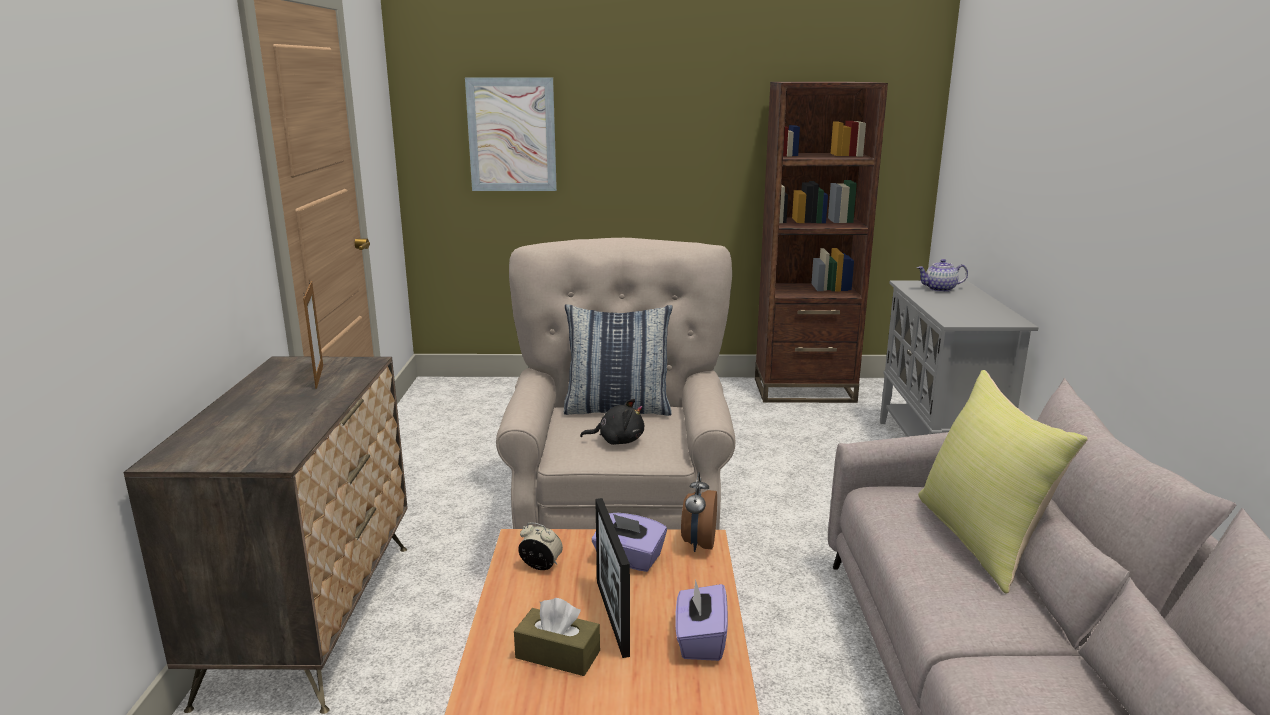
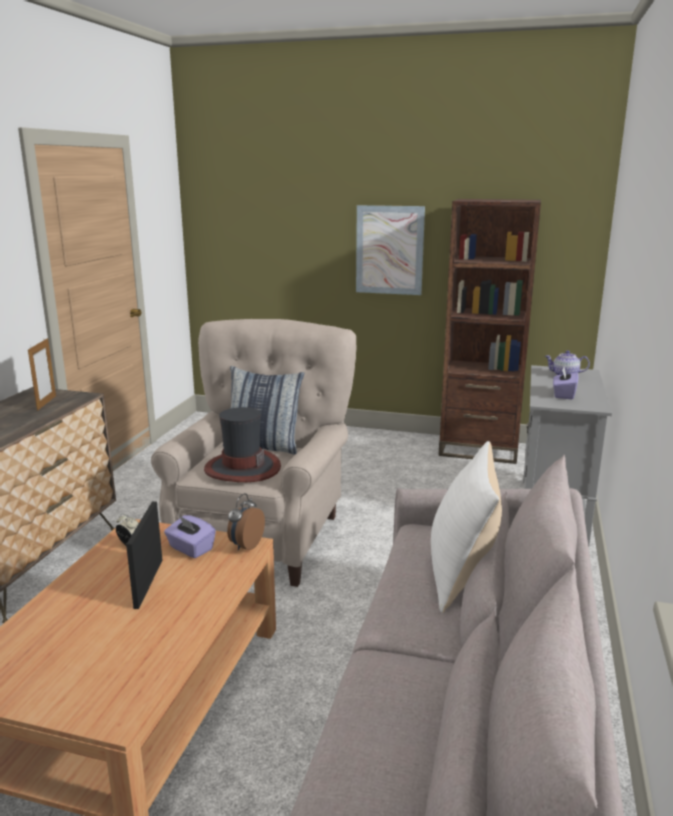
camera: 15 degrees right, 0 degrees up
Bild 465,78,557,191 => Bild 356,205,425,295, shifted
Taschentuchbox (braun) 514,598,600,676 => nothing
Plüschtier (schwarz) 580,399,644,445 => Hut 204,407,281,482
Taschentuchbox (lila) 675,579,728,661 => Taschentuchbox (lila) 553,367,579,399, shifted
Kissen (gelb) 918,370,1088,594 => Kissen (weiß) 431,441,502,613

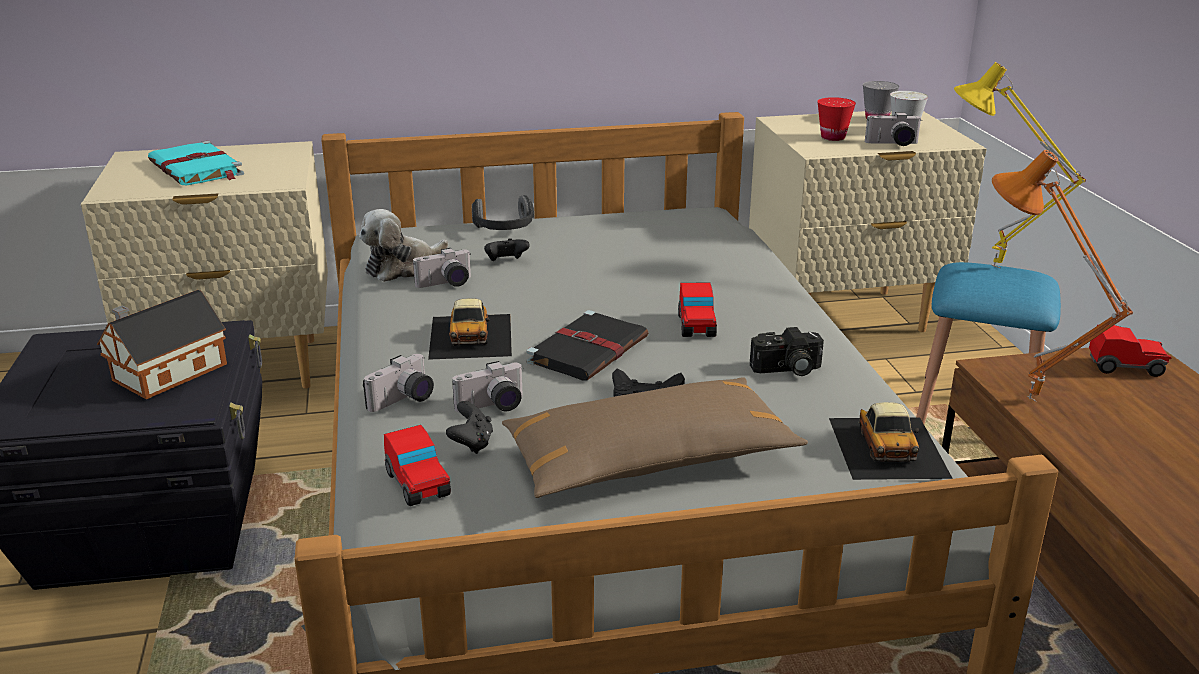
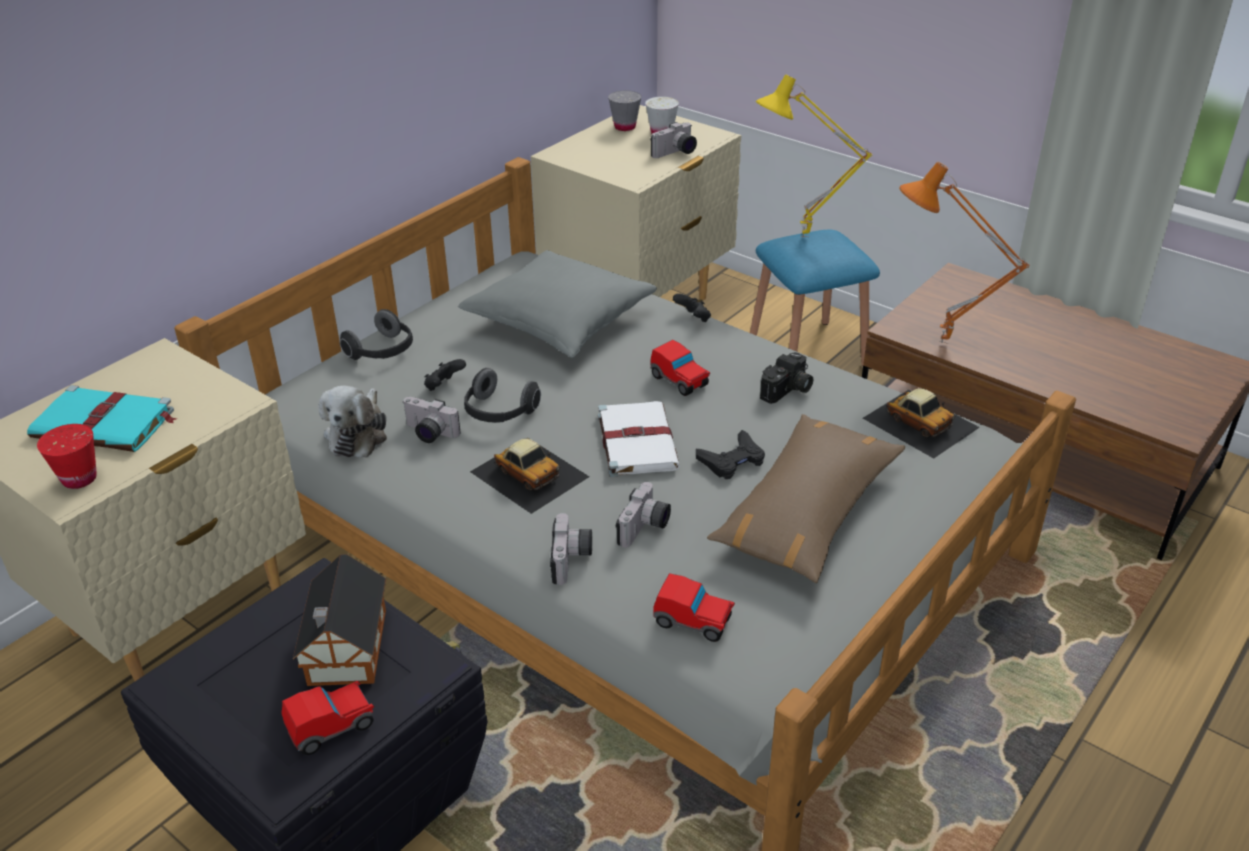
camera: 40 degrees left, 10 degrees up
Kamera 413,248,471,288 => Kamera 402,397,461,443, 90 degrees clockwise
Gamepad (schwarz) 446,401,493,454 => Gamepad (schwarz) 673,293,711,322, shifted
Buch (schwarz) 526,310,648,380 => Buch (weiß) 598,401,680,477
Tasse (rot) 817,97,856,141 => Tasse (rot) 37,424,97,489, shifted
Spielzeugauto 1089,325,1172,377 => Spielzeugauto 281,681,374,755, shifted
nothing => Kissen (grau) 458,250,657,358
nothing => Kopfhörer 464,368,541,423

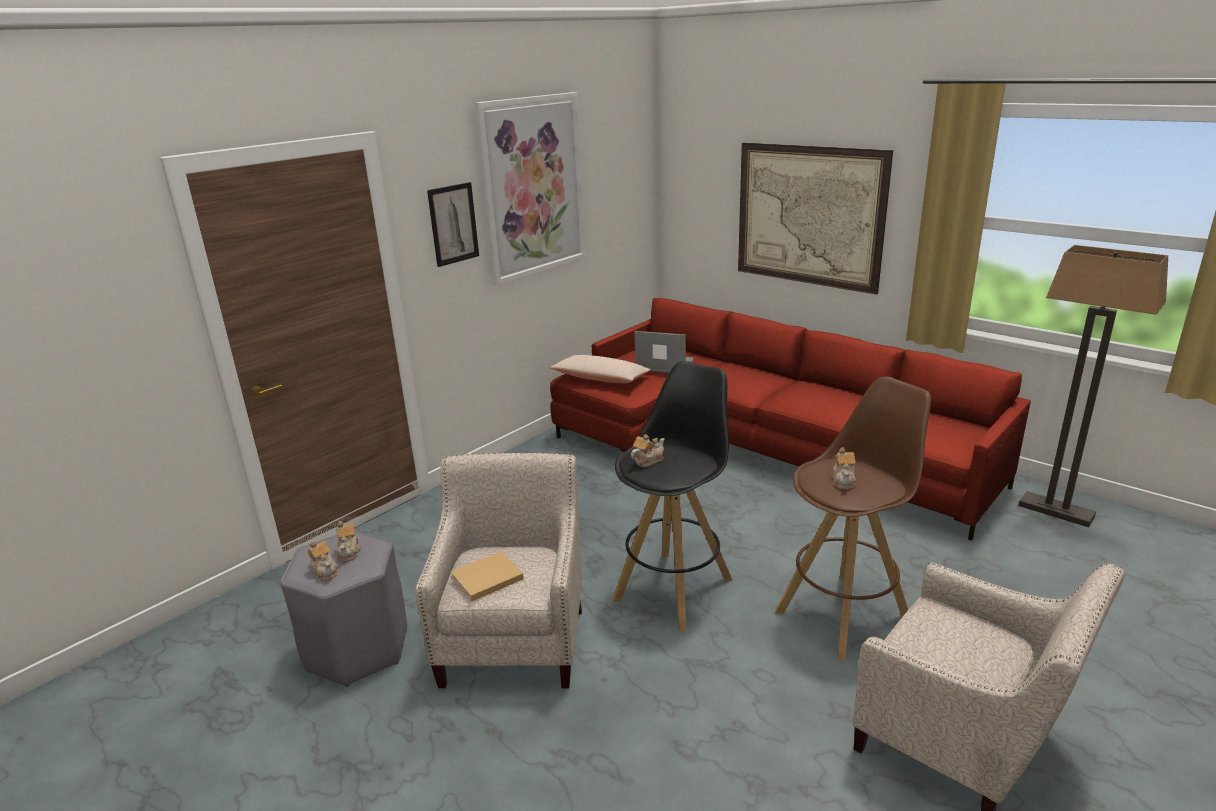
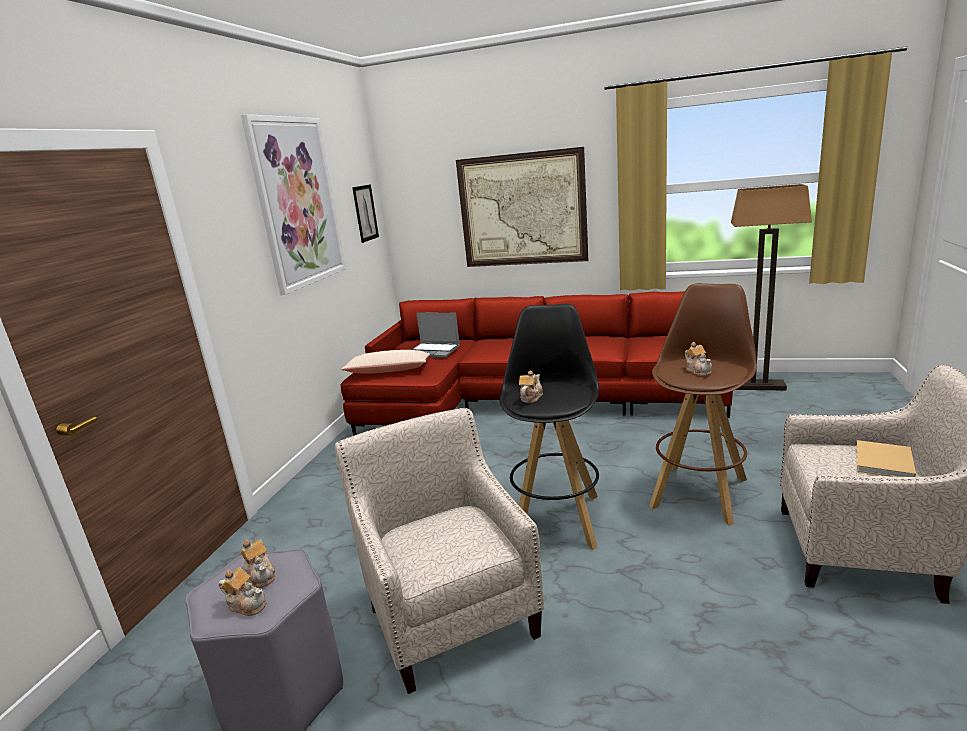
camera: 25 degrees left, 5 degrees down
Bild 427,182,479,267 => Bild 352,184,379,243, shifted
Buch (beige) 450,552,524,601 => Buch (beige) 856,440,916,477, shifted
Laptop 634,331,694,373 => Laptop 411,312,460,358, 150 degrees counterclockwise

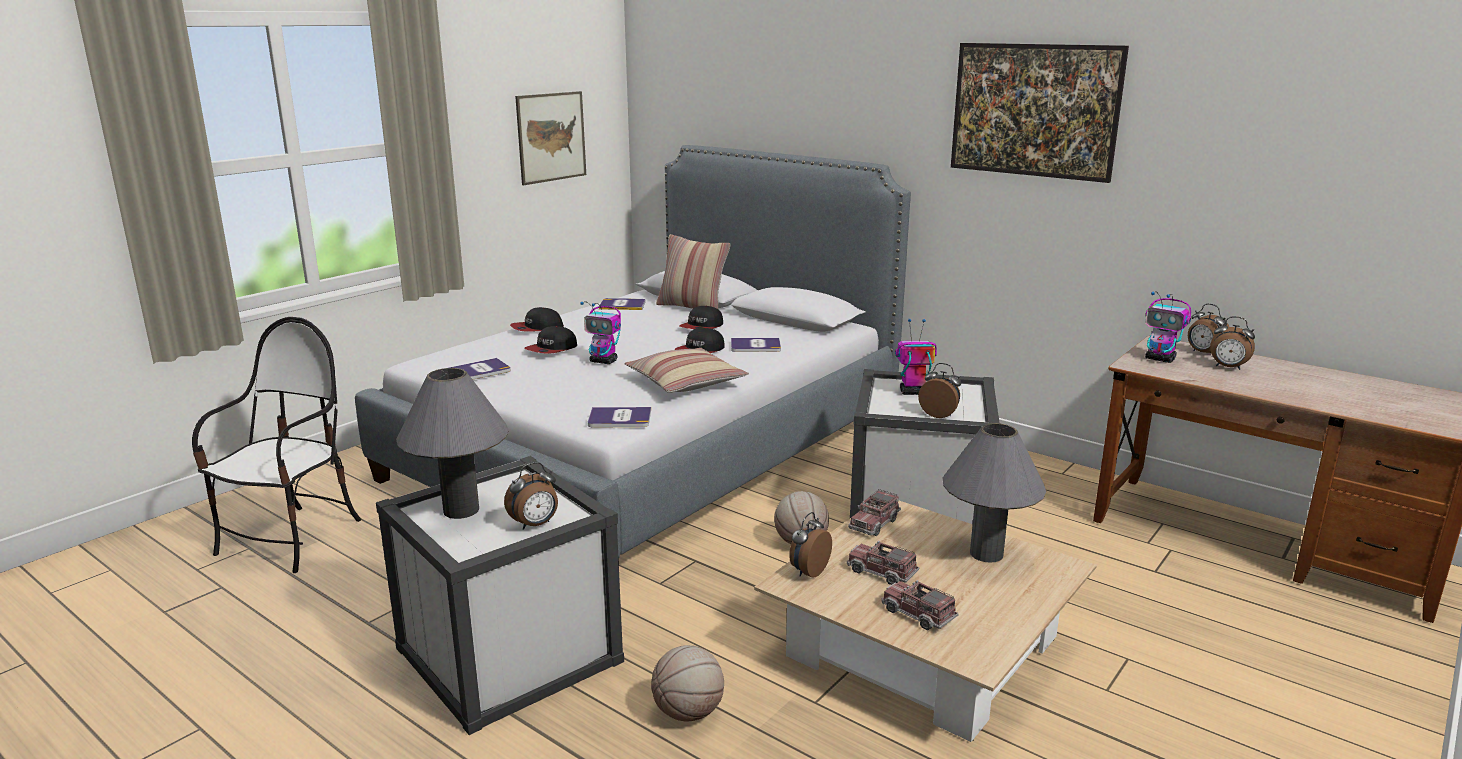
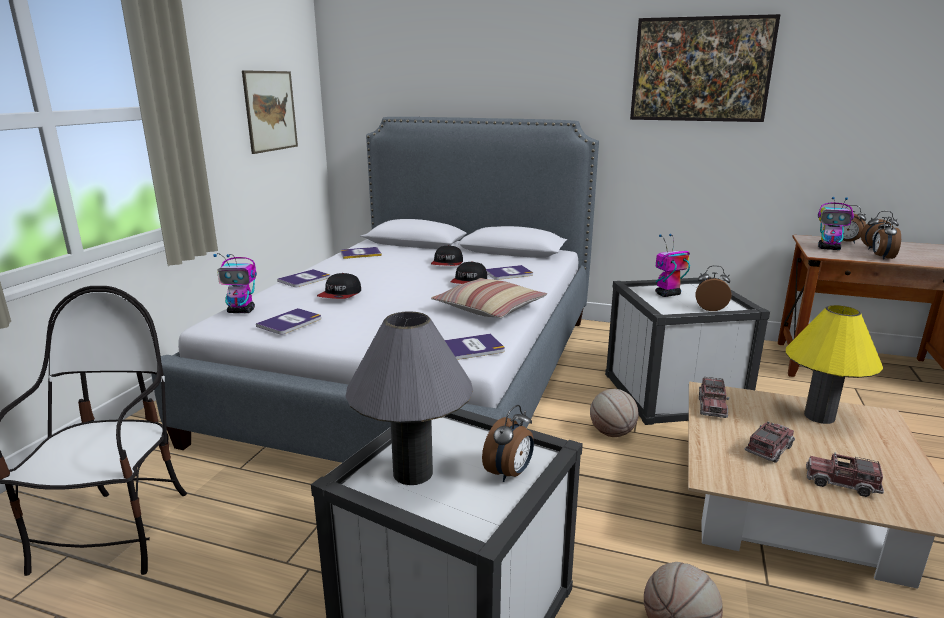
camera: 20 degrees left, 0 degrees up
Kappe 510,307,564,332 => Buch 277,269,330,287
Spielzeugroboter 580,301,621,364 => Spielzeugroboter 213,253,257,313, shifted
Kissen 656,234,731,309 => nothing
Wecker 789,512,832,578 => Wecker 873,217,901,260, shifted
Spielzeuglaster 847,541,919,585 => Spielzeuglaster 744,421,795,463, 120 degrees clockwise
Tischlampe (grau) 943,423,1046,563 => Tischlampe (gelb) 786,305,883,424

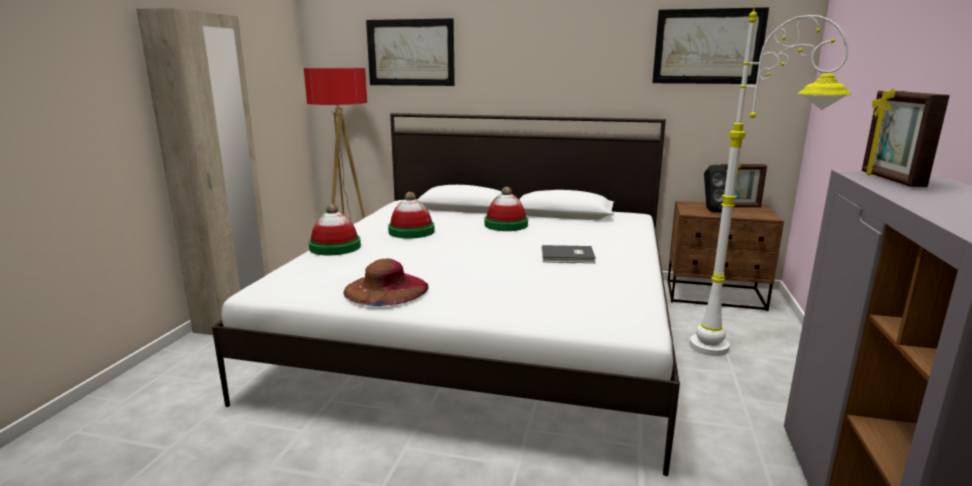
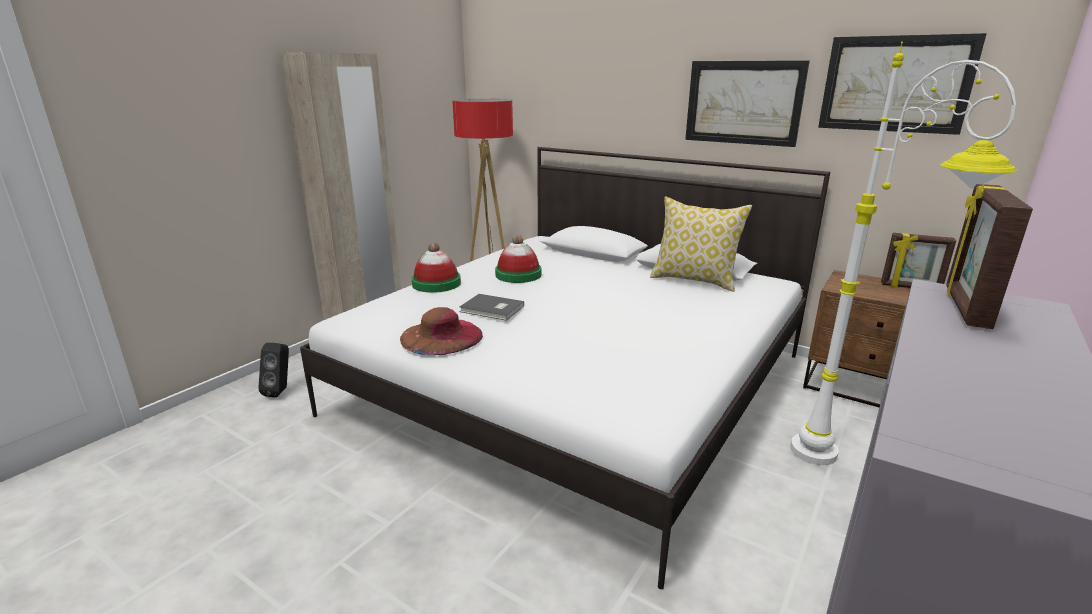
camera: 20 degrees right, 5 degrees up
Bild 366,18,455,86 => Bild 685,60,810,147, shifted
Hut 484,187,528,231 => nothing
Buch (grau) 542,245,596,263 => Buch (grau) 459,294,524,321, shifted
Lautsprecher (schwarz) 704,165,727,212 => Lautsprecher (schwarz) 258,343,289,398, shifted
nothing => Kissen 650,197,752,292

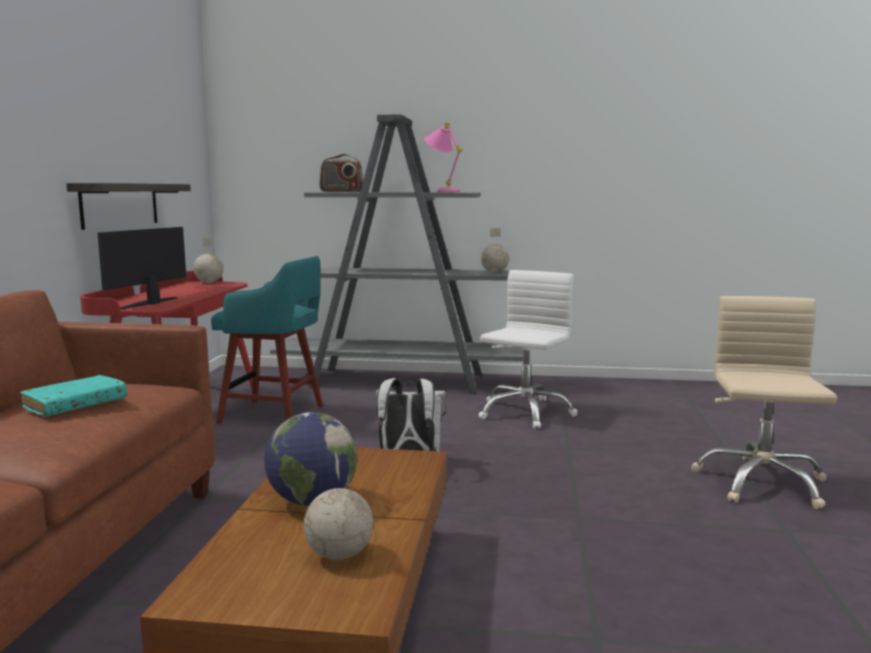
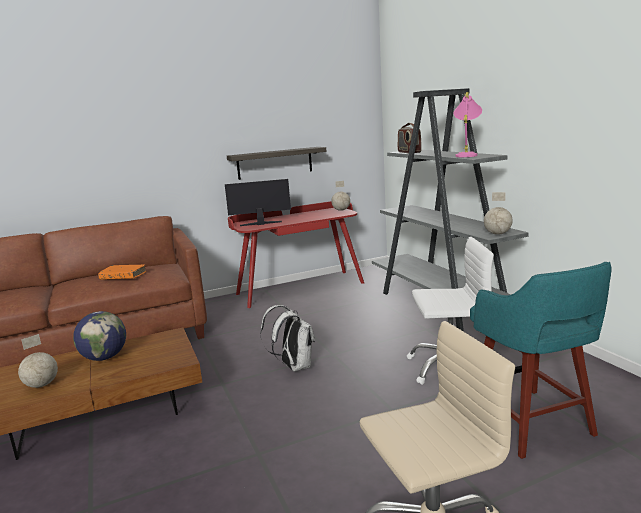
camera: 60 degrees right, 5 degrees up
Buch (türkis) 20,375,127,416 => Buch (orange) 98,264,146,280
Hocker (türkis) 211,256,323,424 => Hocker (türkis) 470,262,611,459, shifted

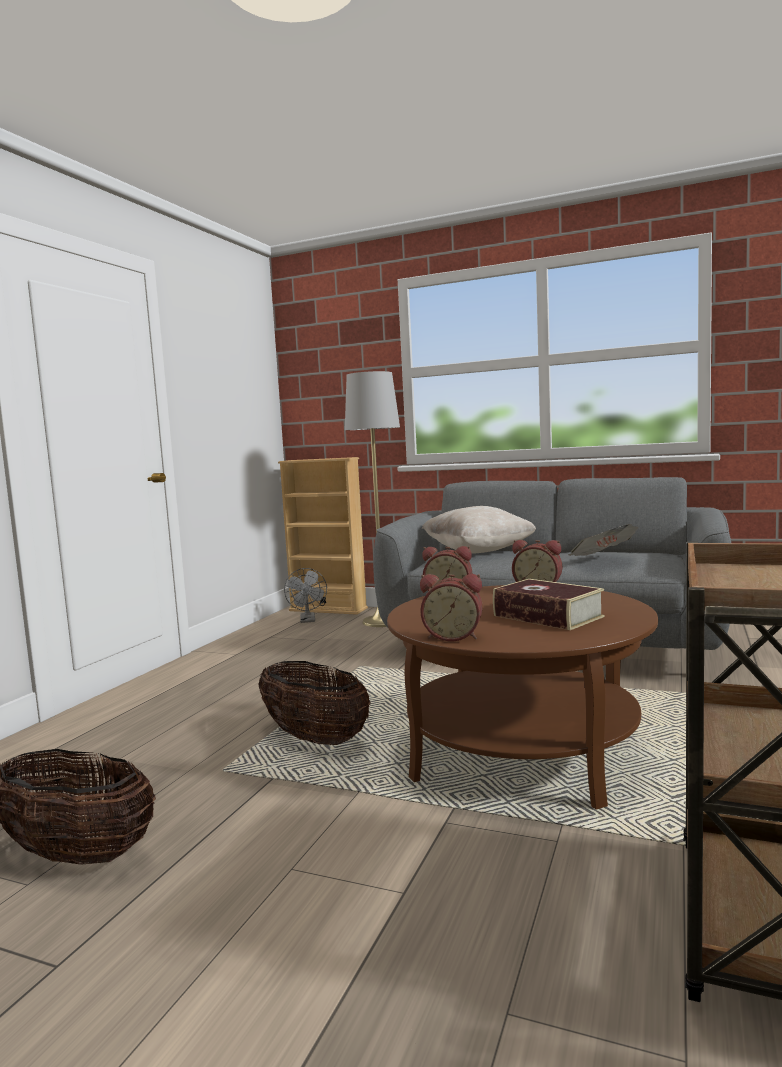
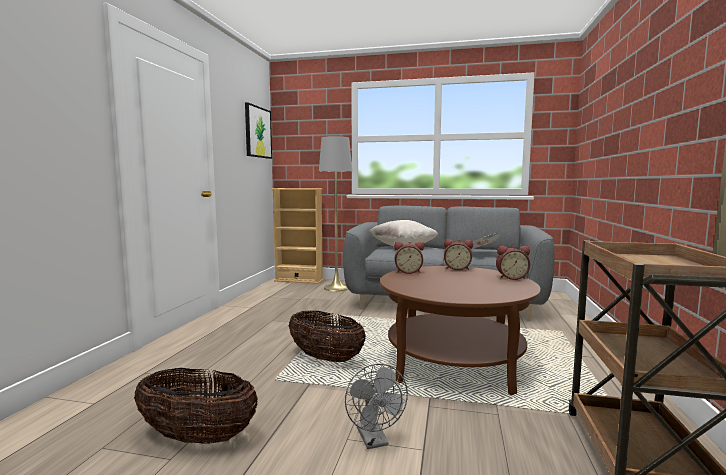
camera: 10 degrees left, 0 degrees up
Ventilator (grau) 284,568,327,623 => Ventilator (grau) 345,364,408,449, shifted
Wecker 420,574,483,641 => Wecker 496,246,530,280, shifted
Buch 493,579,604,630 => nothing
nothing => Bild 245,102,272,159

